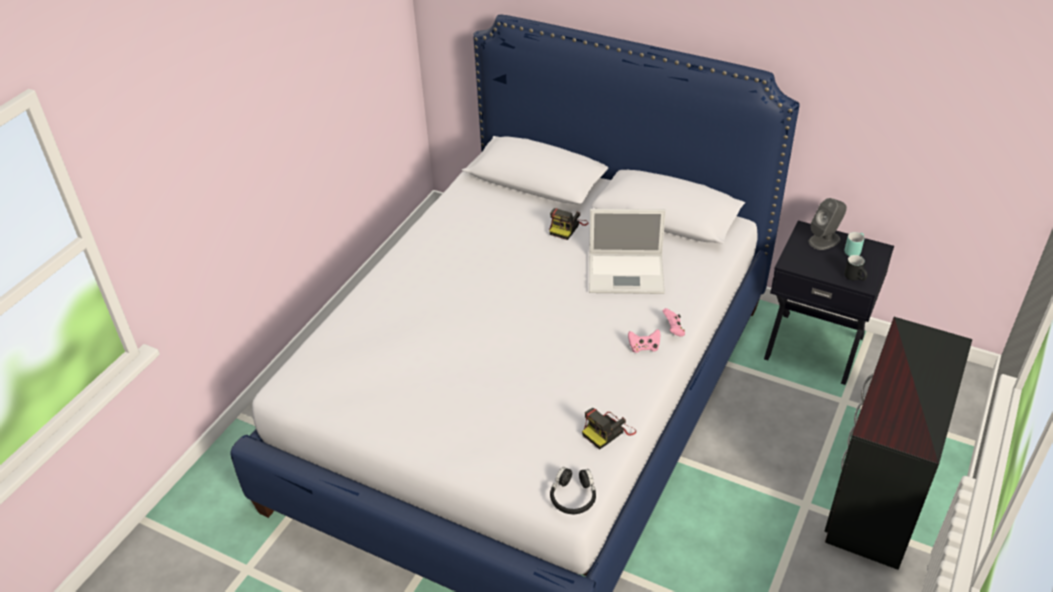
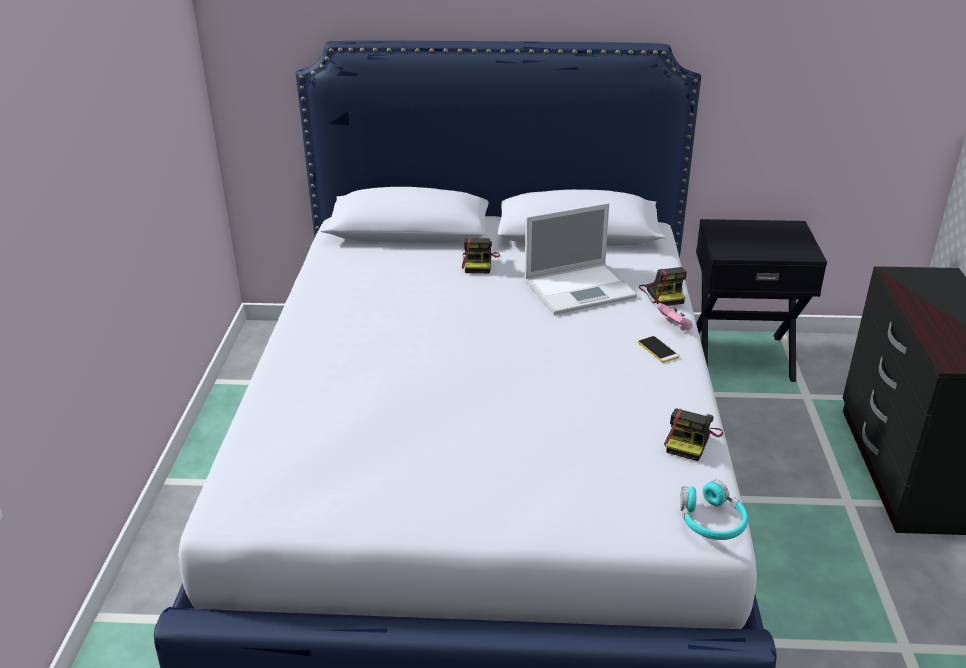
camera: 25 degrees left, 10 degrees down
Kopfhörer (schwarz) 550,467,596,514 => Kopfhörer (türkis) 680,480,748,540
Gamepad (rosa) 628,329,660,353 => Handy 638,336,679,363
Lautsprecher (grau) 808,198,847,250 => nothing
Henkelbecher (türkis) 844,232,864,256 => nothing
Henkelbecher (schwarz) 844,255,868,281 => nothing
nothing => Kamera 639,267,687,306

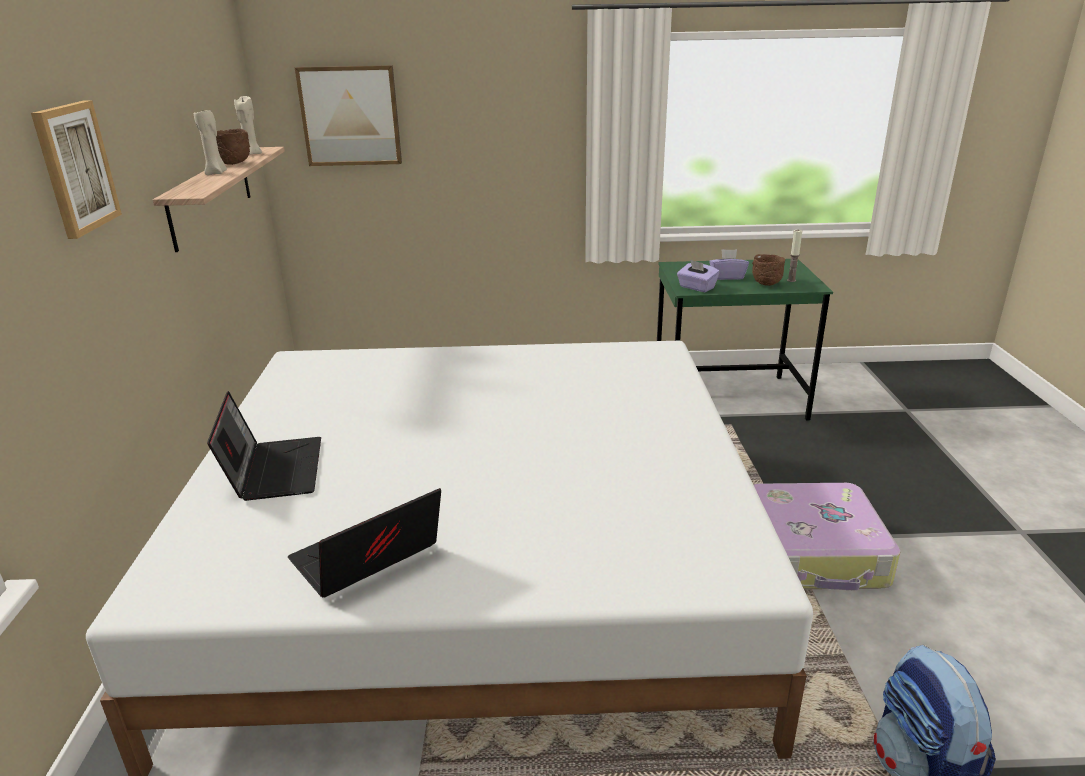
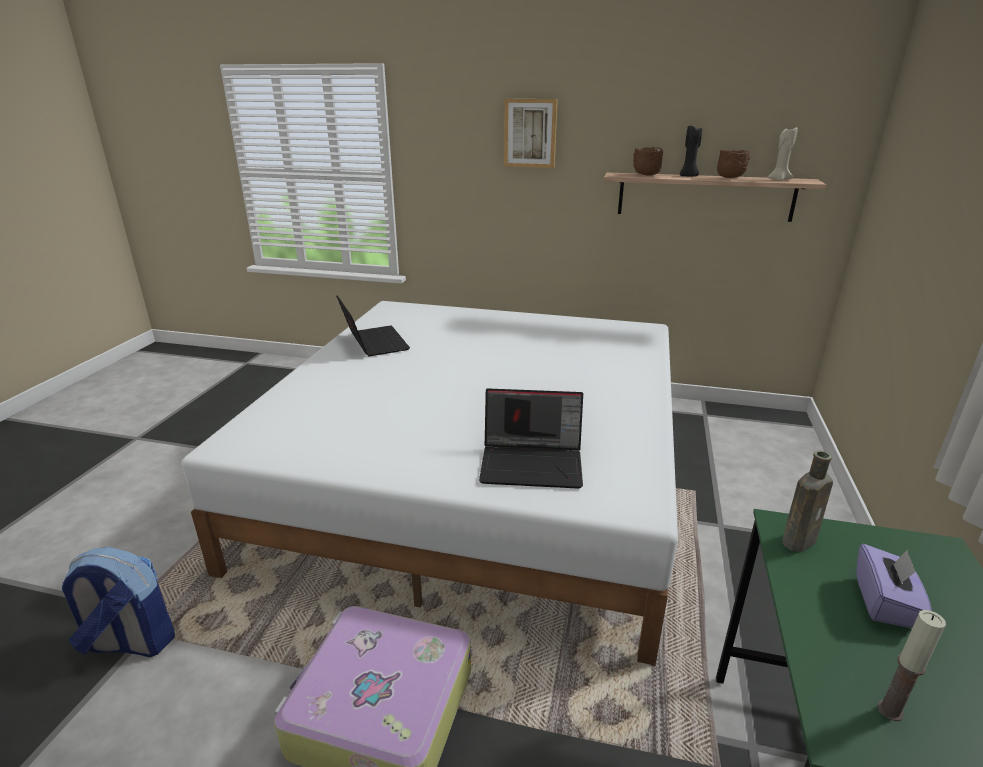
camera: 105 degrees right, 0 degrees up
Kerze (beige) 194,108,227,175 => Kerze (schwarz) 680,125,702,177
Laptop 207,391,321,501 => Laptop 479,388,583,489, shifted
Bild 295,65,402,166 => nothing
Taschentuchbox (lila) 677,260,720,292 => Flasche (braun) 782,451,833,552
Schüssel (braun) 752,254,785,286 => Schüssel (braun) 633,147,663,176, shifted

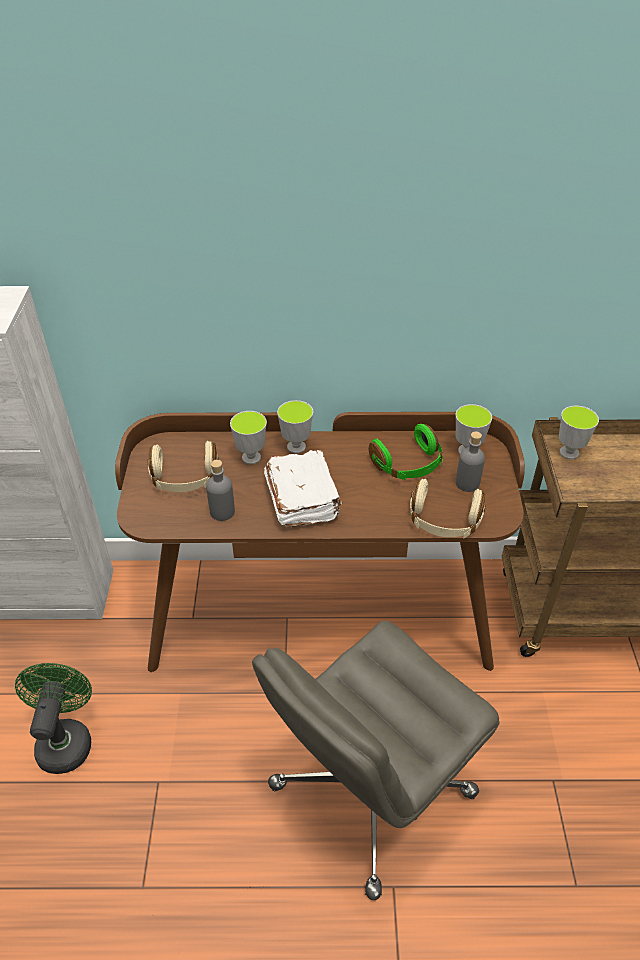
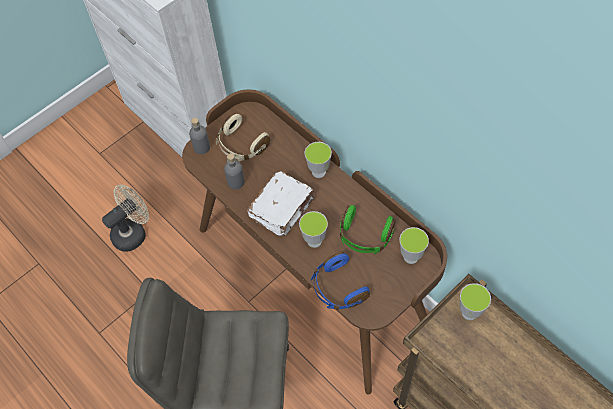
camera: 50 degrees right, 15 degrees up
Ventilator (grün) 15,663,92,774 => Ventilator (beige) 102,184,149,252
Tasse 230,411,267,464 => Tasse 299,211,328,248, shifted
Kopfhörer (beige) 410,479,486,539 => Kopfhörer (blau) 311,252,370,310
Flasche (grau) 456,431,485,492 => Flasche (grau) 189,118,210,154, shifted

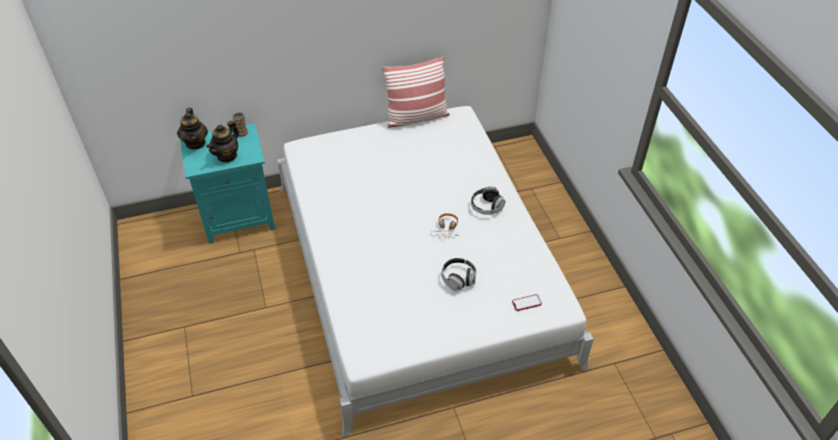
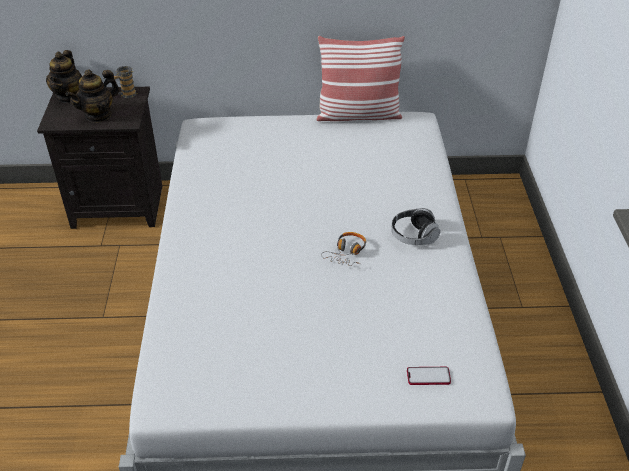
camera: 15 degrees right, 5 degrees down
Nachttisch (türkis) 180,123,275,244 => Nachttisch (schwarz) 37,87,162,229
Kopfhörer 442,258,476,291 => nothing

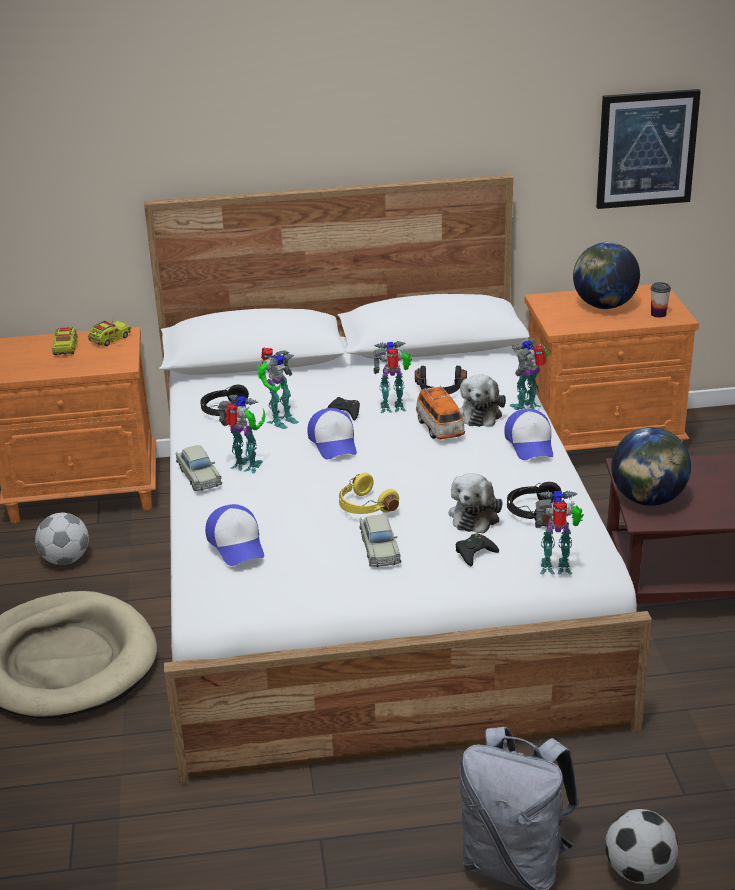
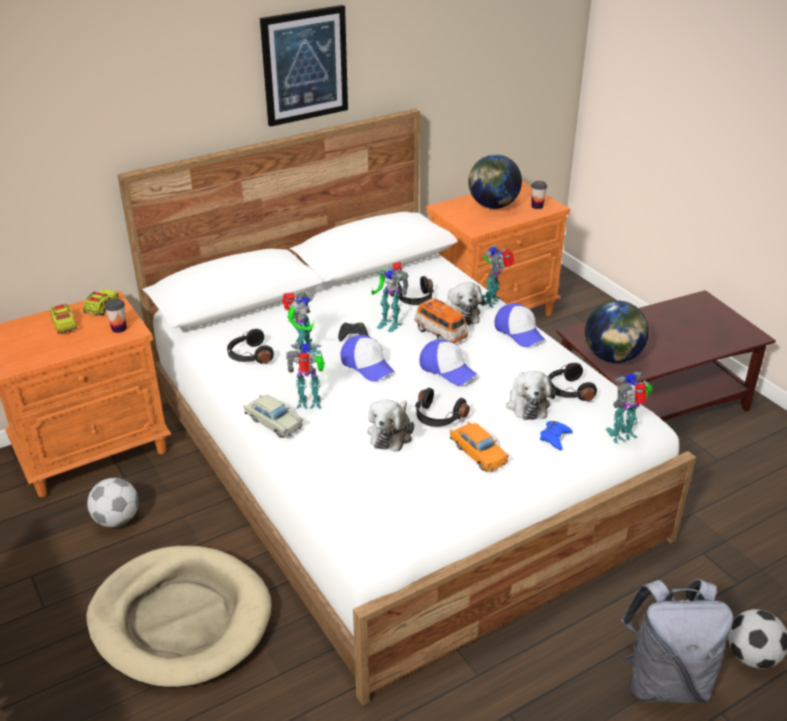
camera: 25 degrees left, 5 degrees up
Kappe 205,504,264,566 => Kappe 420,339,478,385, shifted
Kopfhörer (gelb) 339,472,399,514 => Kopfhörer (schwarz) 415,388,470,427
Spielzeugauto (beige) 359,514,401,567 => Spielzeugauto (orange) 450,422,509,472
Spielzeugroboter 373,341,412,413 => Spielzeugroboter 371,262,409,332, 120 degrees counterclockwise
Gamepad (schwarz) 455,534,499,566 => Gamepad (blau) 540,421,573,450
Bild 596,89,701,209 => Bild 260,5,348,127, shifted
nothing => Tasse 104,298,127,333
nothing => Plüschtier 367,399,414,452

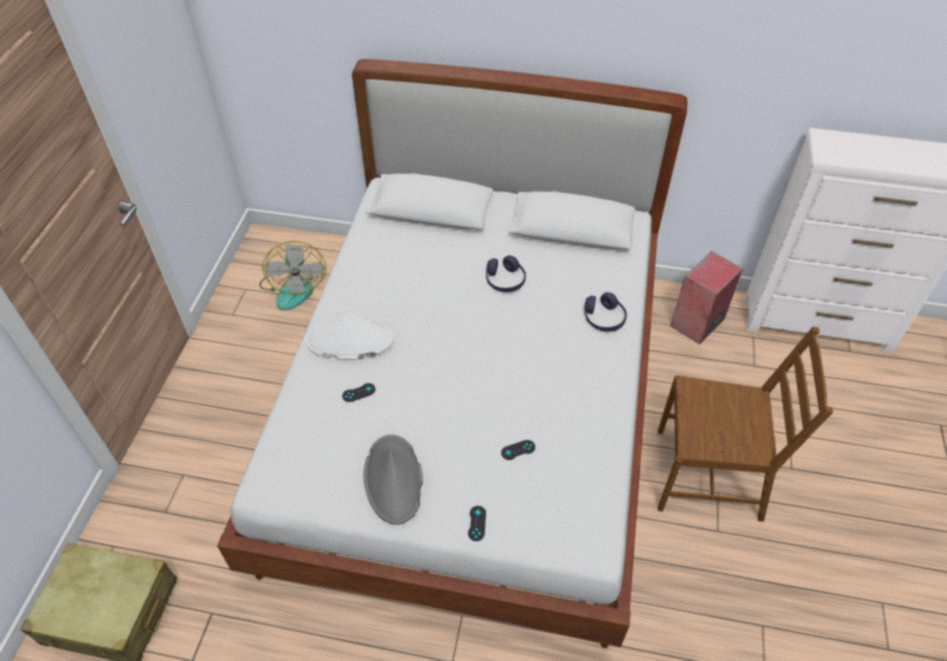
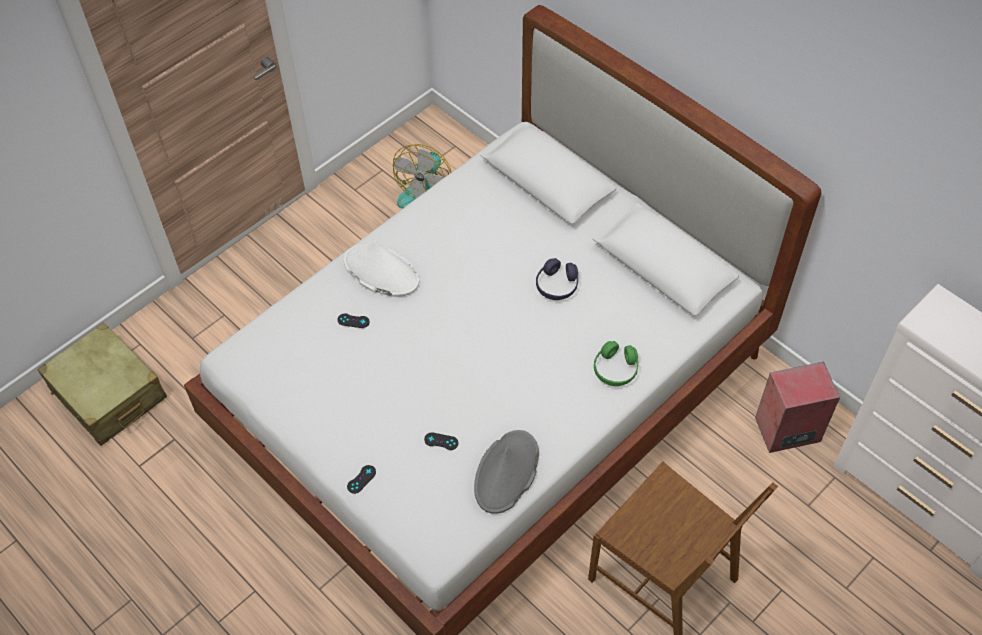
camera: 35 degrees right, 5 degrees up
Hut (grau) 363,435,423,525 => Hut (grau) 474,430,539,514, shifted
Kopfhörer (lila) 584,292,627,332 => Kopfhörer (grün) 594,341,638,386

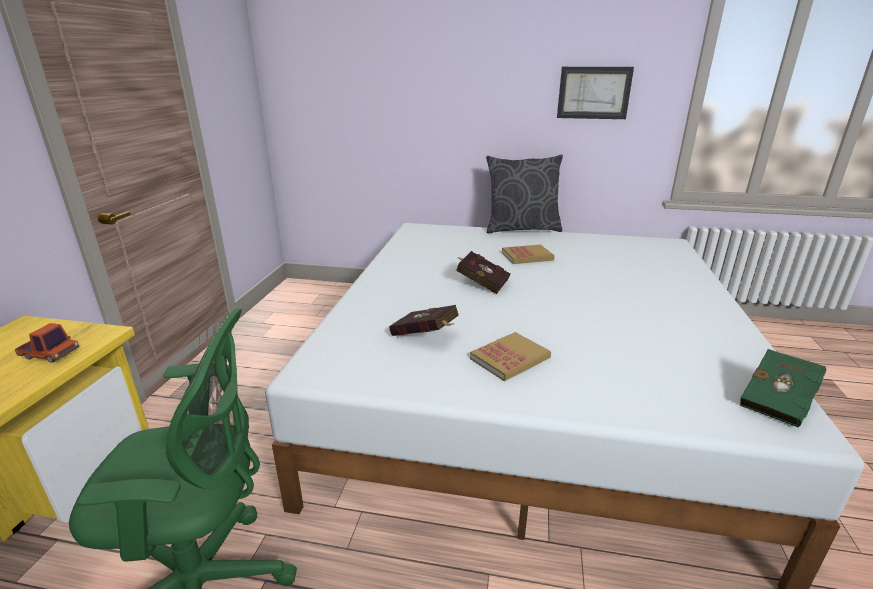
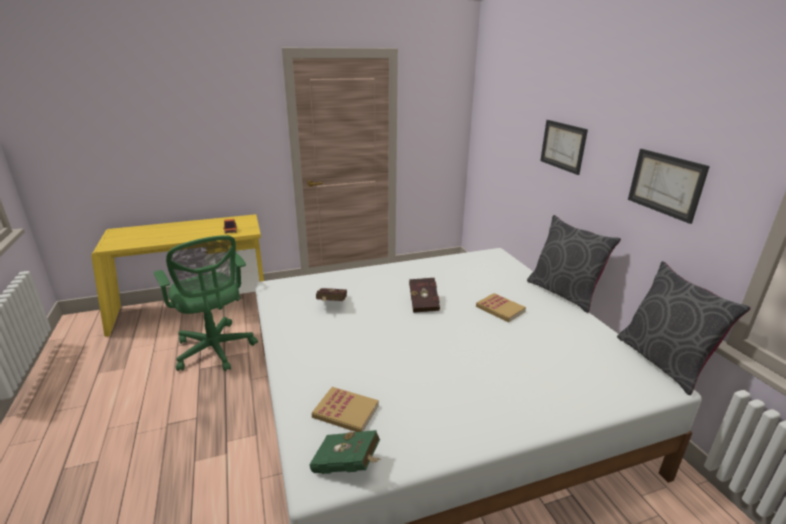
camera: 60 degrees right, 0 degrees up
Buch 470,332,551,381 => Buch 312,387,379,432, shifted
nothing => Bild 540,120,588,175
nothing => Kissen (grau) 617,261,751,395

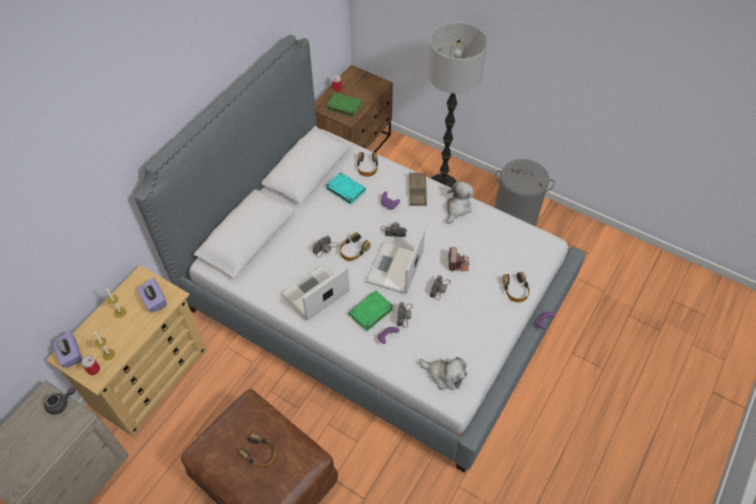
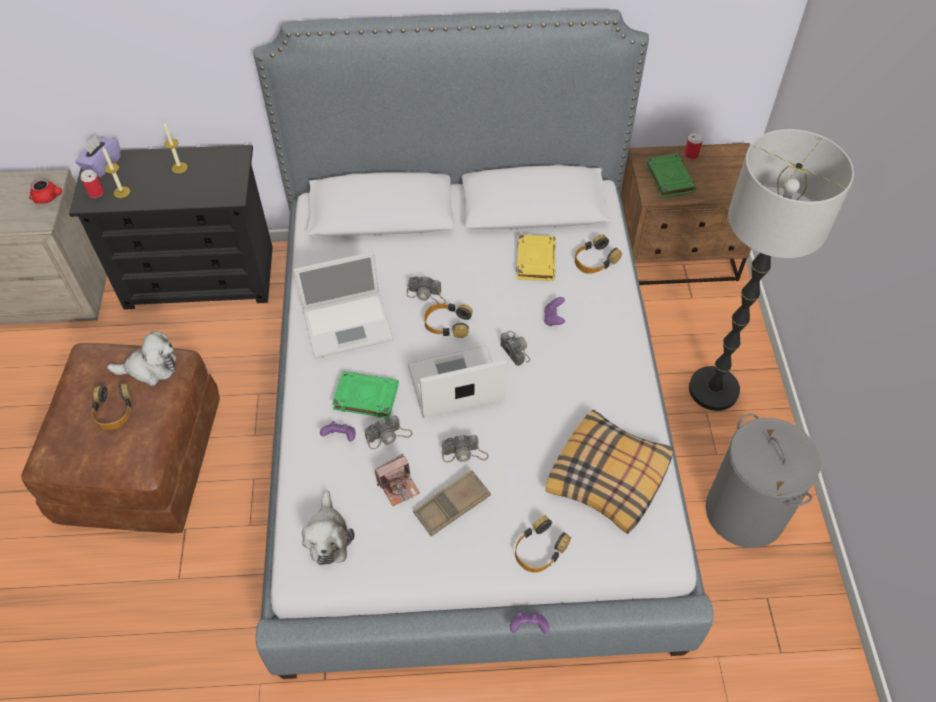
camera: 55 degrees right, 0 degrees up
Teekanne (grau) 44,388,75,415 => Teekanne (rot) 29,178,62,204
Kommode (beige) 46,265,207,437 => Kommode (schwarz) 69,145,273,309
Taschentuchbox (lila) 138,278,167,313 => nothing
Laptop 281,264,350,321 => Laptop 293,251,394,359, 150 degrees clockwise
Buch (türkis) 326,172,366,205 => Buch (gelb) 516,234,556,281
Tablett (braun) 409,172,427,206 => Tablett (braun) 413,470,491,536, shifted
Plüschtier 447,181,474,224 => Plüschtier 107,331,176,386, shifted
Kamera 449,247,469,271 => Kamera 375,454,420,506, shifted
nothing => Kissen 545,409,673,534

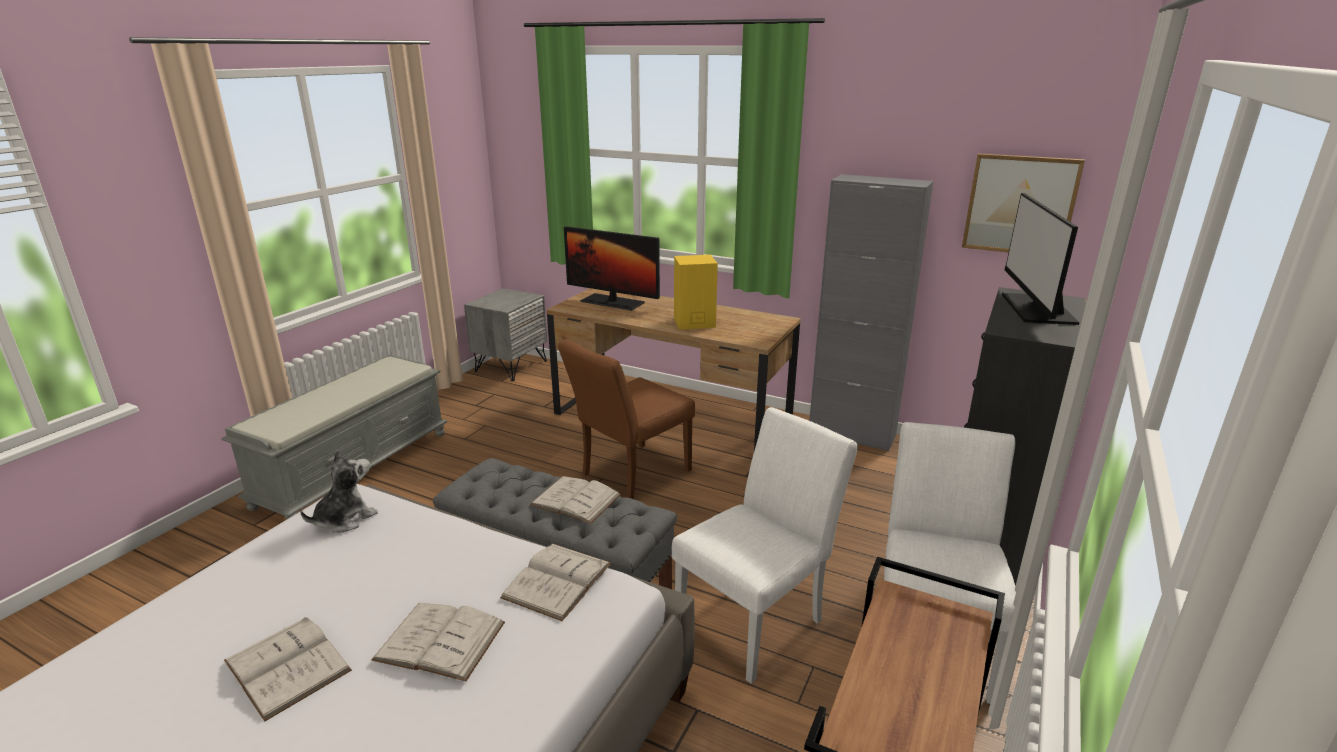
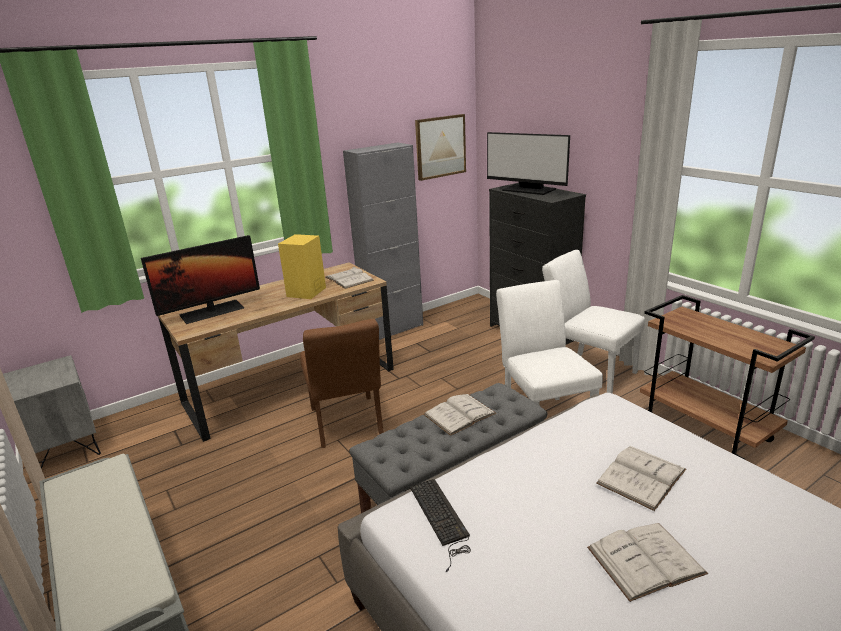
camera: 60 degrees left, 0 degrees up
Plüschtier 300,450,378,533 => Tastatur 410,479,471,572
Buch (weiß) 500,544,612,621 => Buch (weiß) 326,267,374,289, shifted

